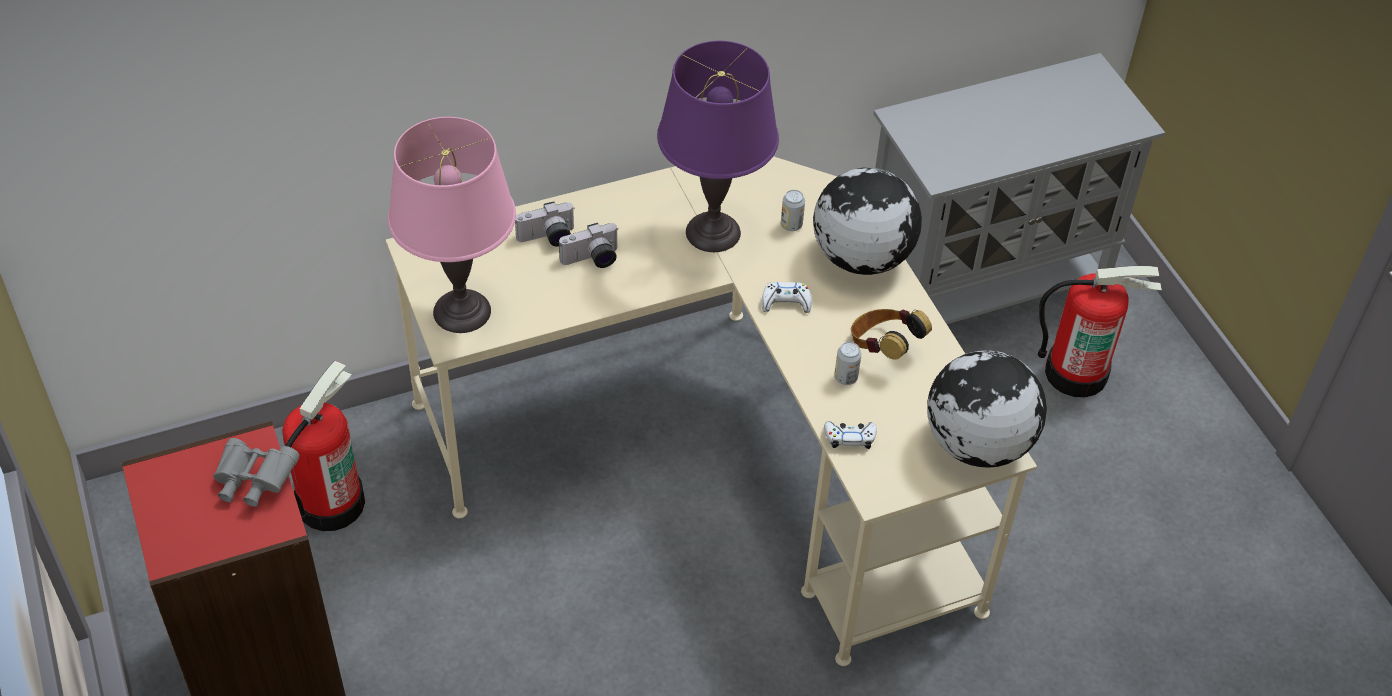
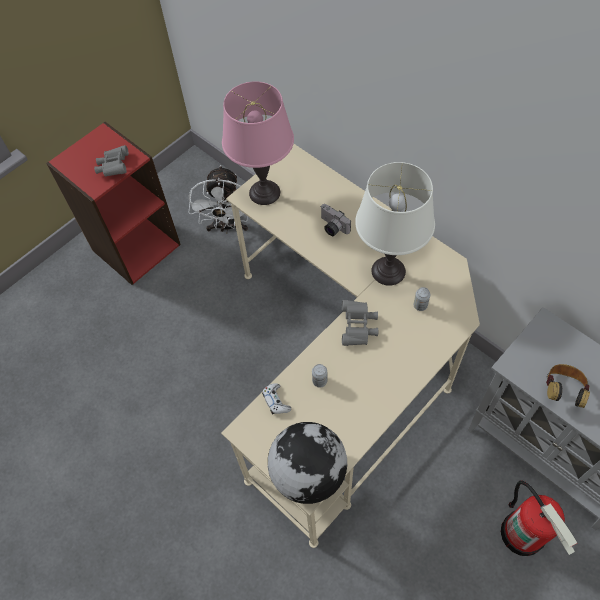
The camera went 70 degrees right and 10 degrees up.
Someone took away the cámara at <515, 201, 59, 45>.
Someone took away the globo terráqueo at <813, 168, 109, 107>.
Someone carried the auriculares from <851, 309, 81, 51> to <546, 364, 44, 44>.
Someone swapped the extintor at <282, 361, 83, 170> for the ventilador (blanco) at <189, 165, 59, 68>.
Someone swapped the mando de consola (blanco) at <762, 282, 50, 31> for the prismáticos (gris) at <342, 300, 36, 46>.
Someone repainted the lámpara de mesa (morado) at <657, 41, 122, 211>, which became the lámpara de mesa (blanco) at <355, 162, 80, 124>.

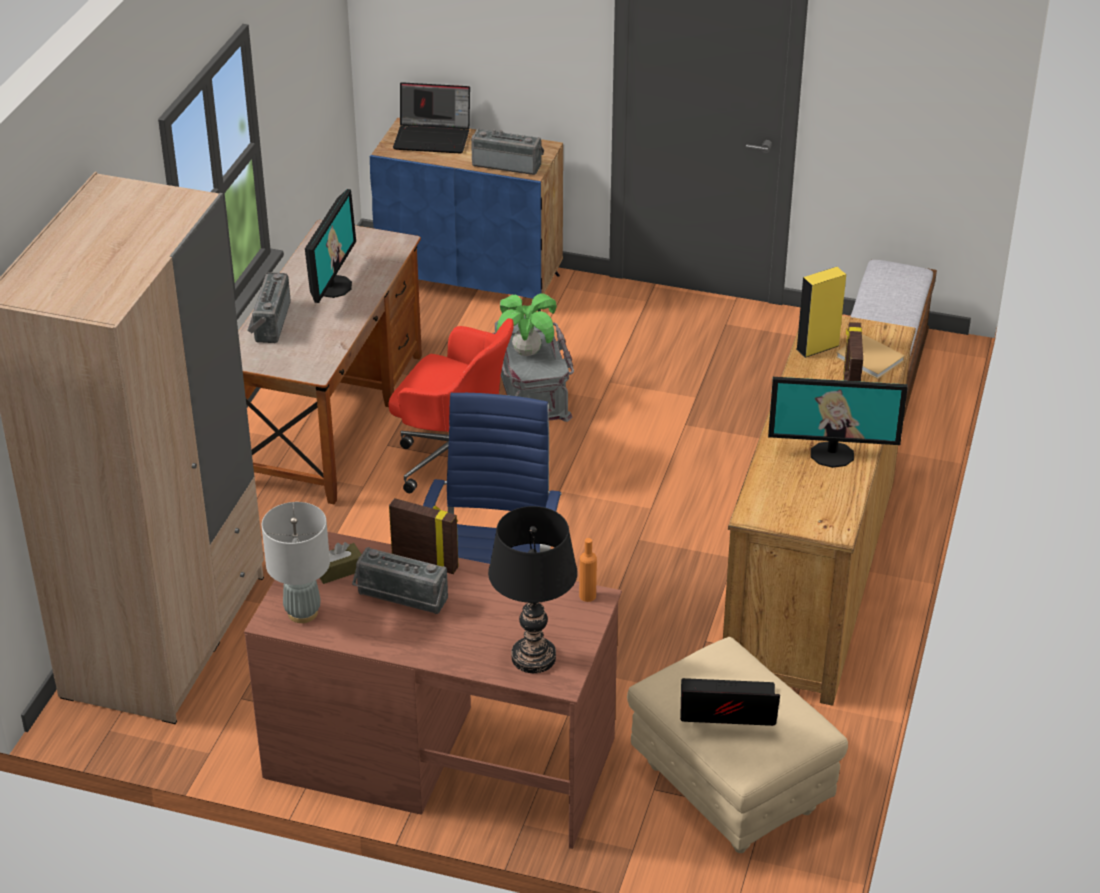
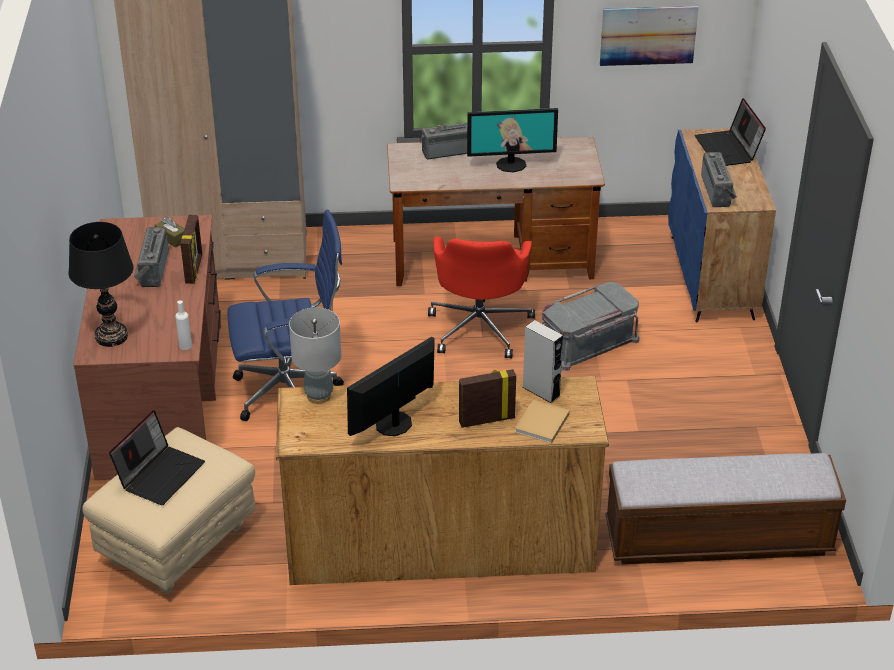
The camera went 70 degrees right and 0 degrees up.
Someone took away the planta en maceta at <497, 293, 60, 63>.
Someone put up the cuadro at <600, 6, 99, 60>.
Someone carried the lámpara de mesa (gris) from <262, 502, 68, 121> to <289, 308, 52, 96>.
Someone repainted the botella (naranja) at <579, 538, 18, 64>, which became the botella (blanco) at <175, 300, 17, 50>.
Someone repainted the altavoz (amarillo) at <796, 267, 50, 91>, which became the altavoz (gris) at <522, 320, 41, 83>.
Someone rotated the portátil at <680, 678, 100, 48> by 45 degrees clockwise.
Someone rotated the monitor at <768, 377, 140, 91> by 60 degrees clockwise.

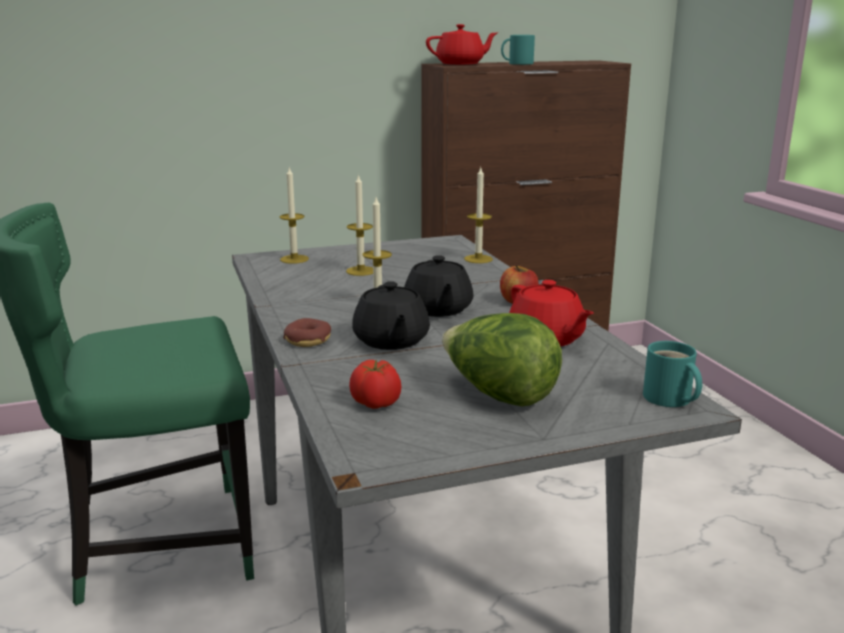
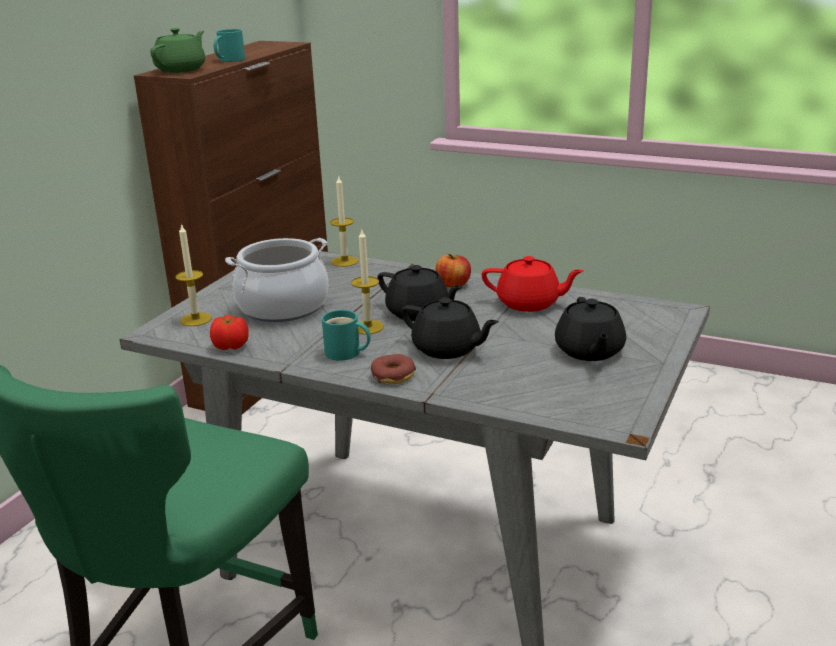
The camera went 45 degrees left and 5 degrees up.
Someone carried the tomate from <349, 360, 53, 49> to <210, 315, 39, 35>.
Someone carried the taza grande (turquesa) from <643, 341, 59, 66> to <322, 310, 49, 51>.
Someone swapped the vela at <346, 174, 27, 102> for the olla at <225, 238, 103, 84>.
Someone swapped the lechuga at <442, 313, 120, 94> for the tetera (negro) at <555, 297, 71, 64>.
Someone repainted the tetera (rojo) at <426, 24, 71, 41>, which became the tetera (verde) at <150, 28, 55, 45>.

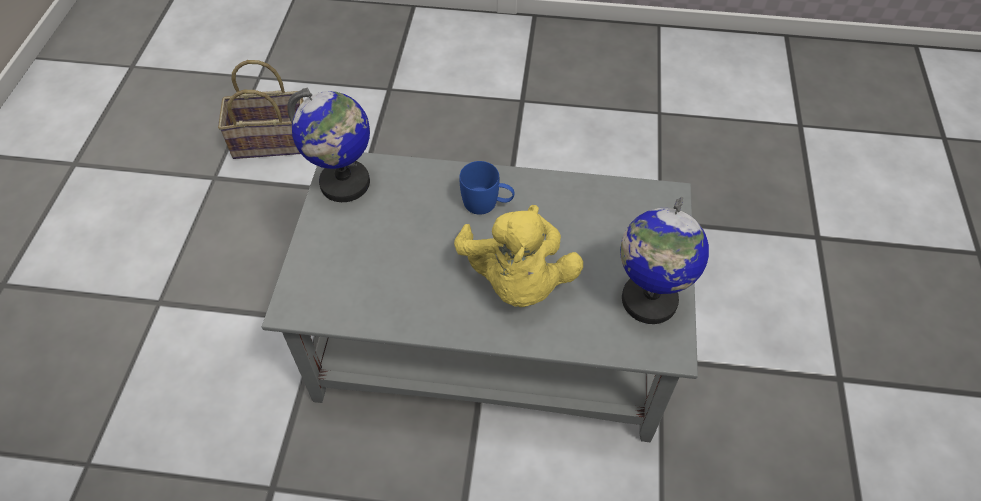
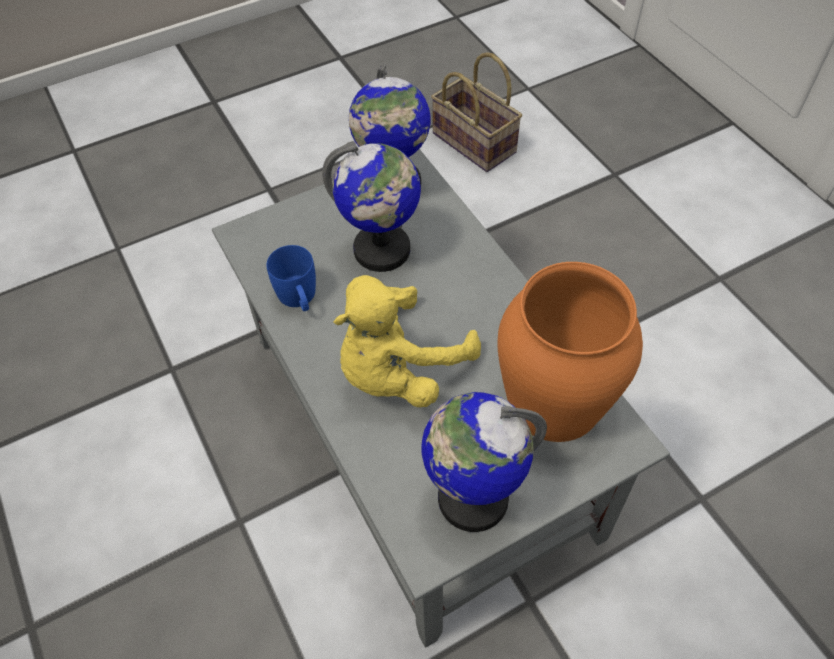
The camera went 55 degrees right and 0 degrees up.
Someone put down the globo terráqueo at <322, 141, 99, 131>.
Someone put down the florero (naranja) at <497, 262, 146, 180>.
Someone carried the taza grande (azul) from <459, 161, 55, 54> to <267, 245, 49, 66>.

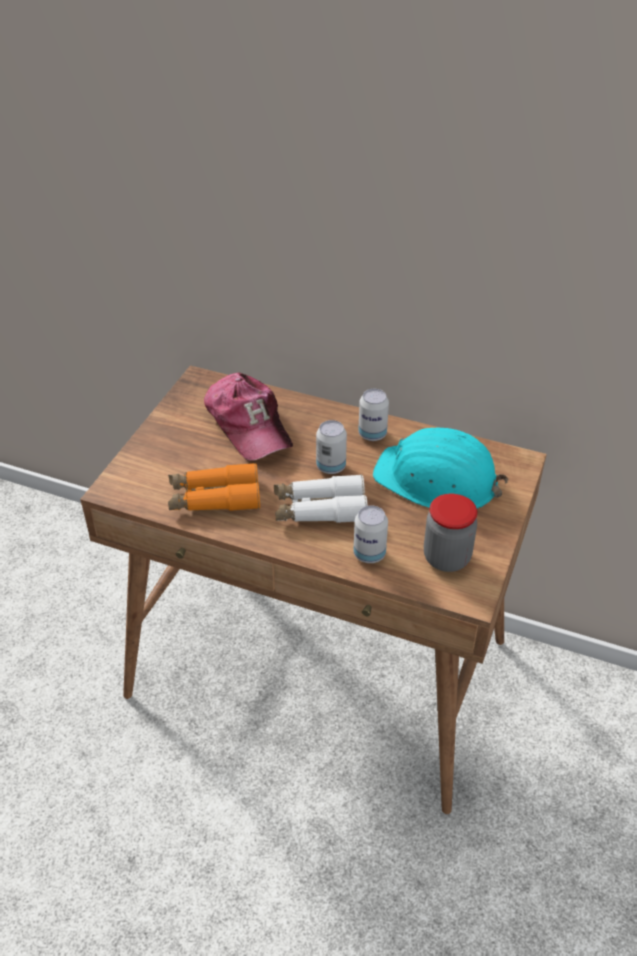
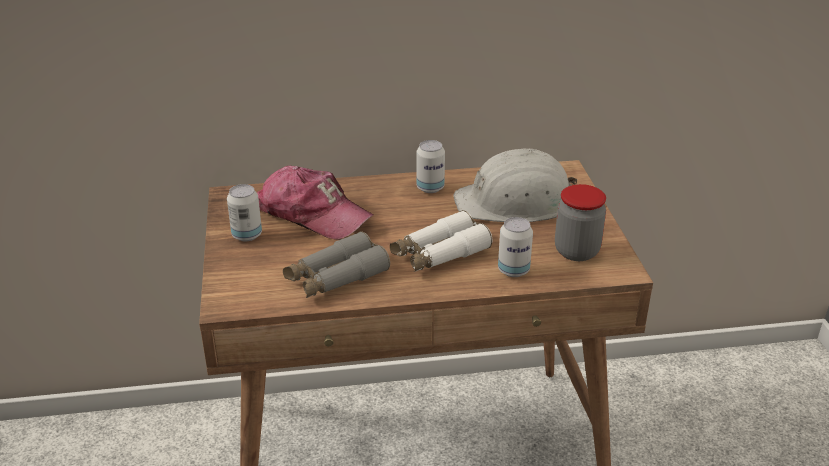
The camera went 30 degrees left and 10 degrees down.
Someone carried the lata from <316, 420, 31, 54> to <227, 184, 35, 58>.
Someone repainted the prismáticos (naranja) at <168, 463, 92, 48>, which became the prismáticos (gris) at <283, 231, 107, 67>.
Someone repainted the casco (turquesa) at <373, 428, 136, 81>, which became the casco (blanco) at <453, 149, 125, 73>.

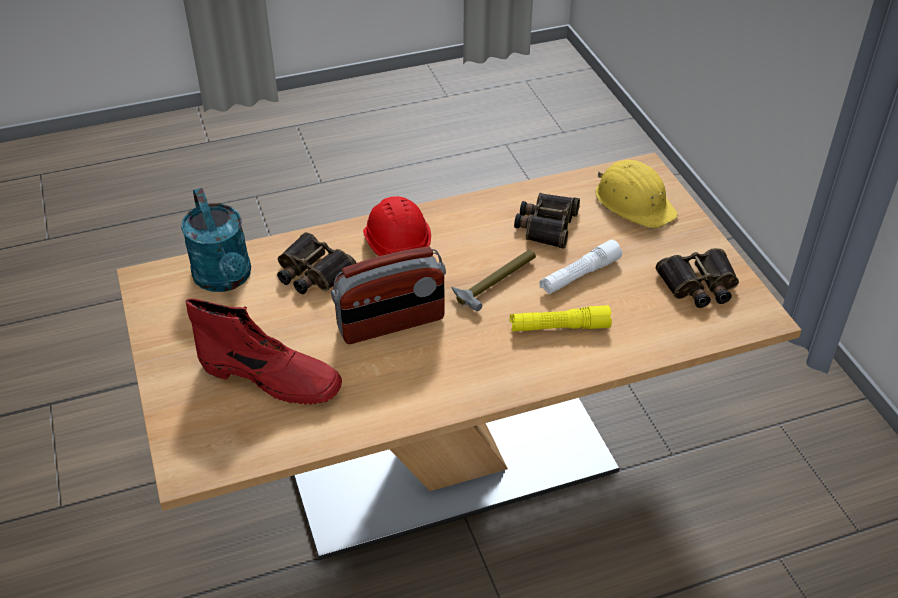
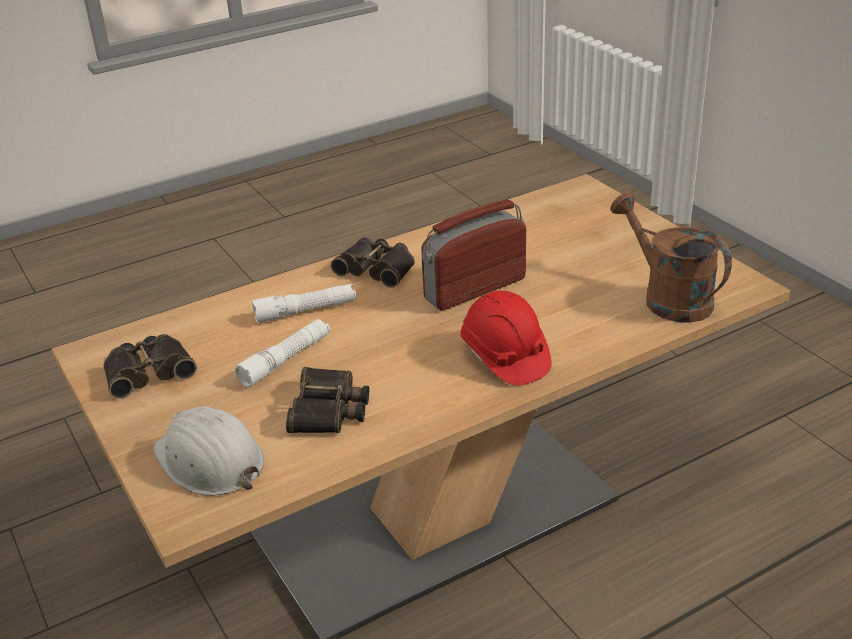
The camera went 170 degrees right and 10 degrees down.
Someone took away the bota (rojo) at <185, 298, 157, 107>.
Someone took away the martillo at <451, 250, 85, 61>.
Someone carried the prismáticos from <277, 232, 80, 62> to <331, 237, 84, 51>.
Someone repainted the regadera (turquesa) at <181, 188, 70, 104>, which became the regadera (marrón) at <610, 192, 122, 131>.
Someone repainted the linterna (amarillo) at <510, 305, 102, 26>, which became the linterna (blanco) at <252, 284, 105, 39>.
Someone repainted the casco (amarillo) at <595, 160, 83, 69>, which became the casco (blanco) at <152, 406, 112, 90>.

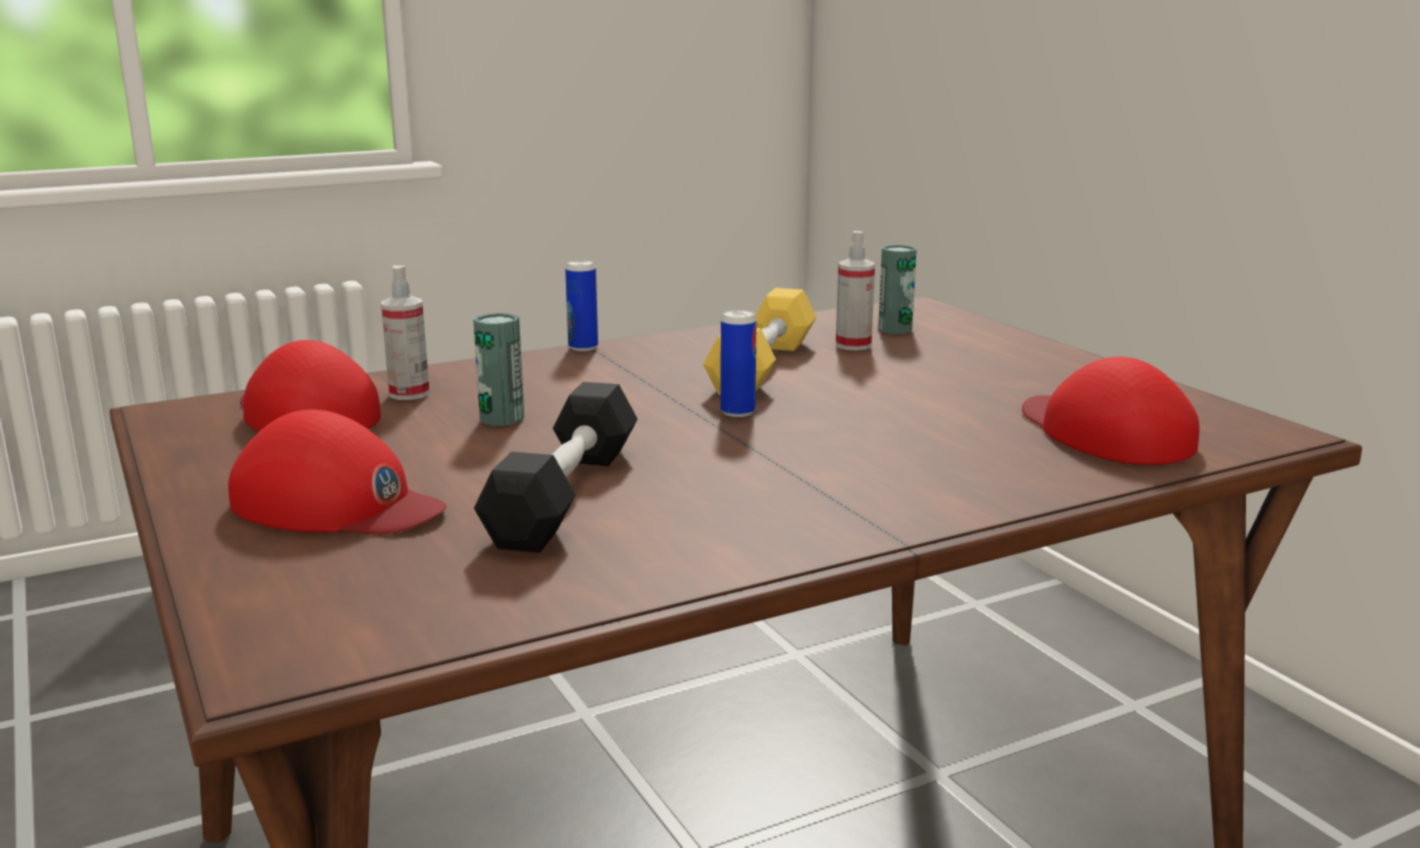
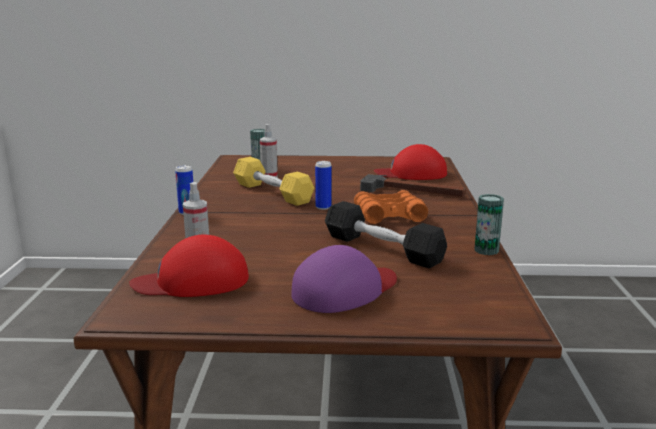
The camera went 60 degrees left and 0 degrees up.
Someone put down the prismáticos (naranja) at <354, 190, 74, 34>.
Someone put down the martillo at <360, 174, 106, 23>.
Someone carried the lata from <473, 313, 51, 113> to <474, 194, 30, 61>.
Someone repainted the gorra (rojo) at <228, 409, 219, 125>, which became the gorra (morado) at <291, 245, 106, 68>.

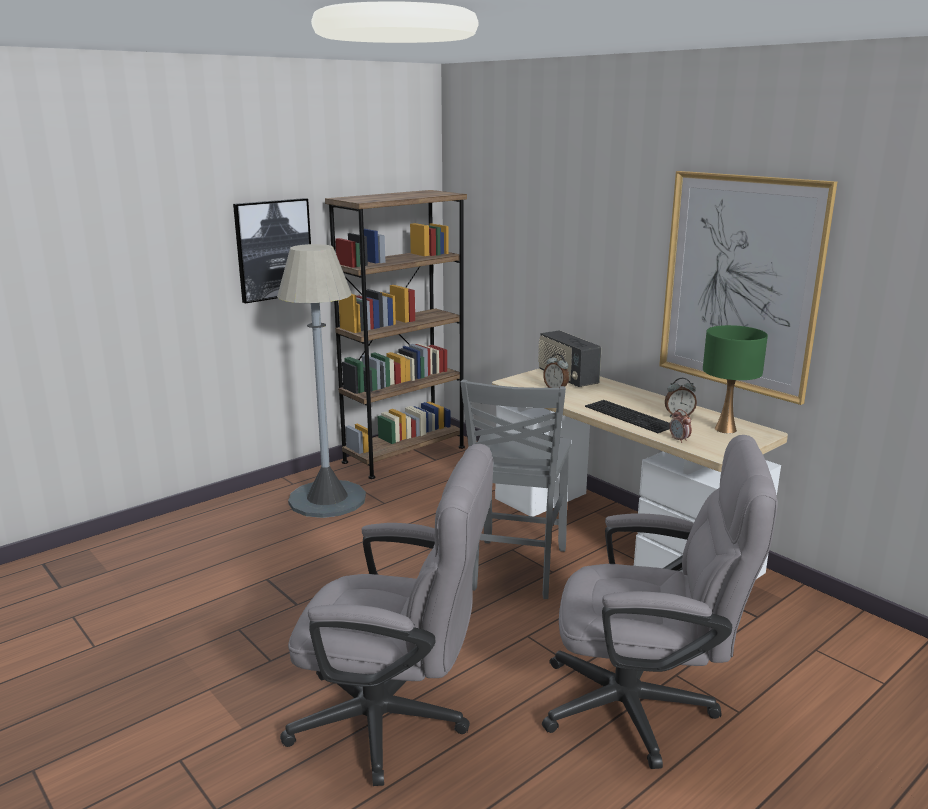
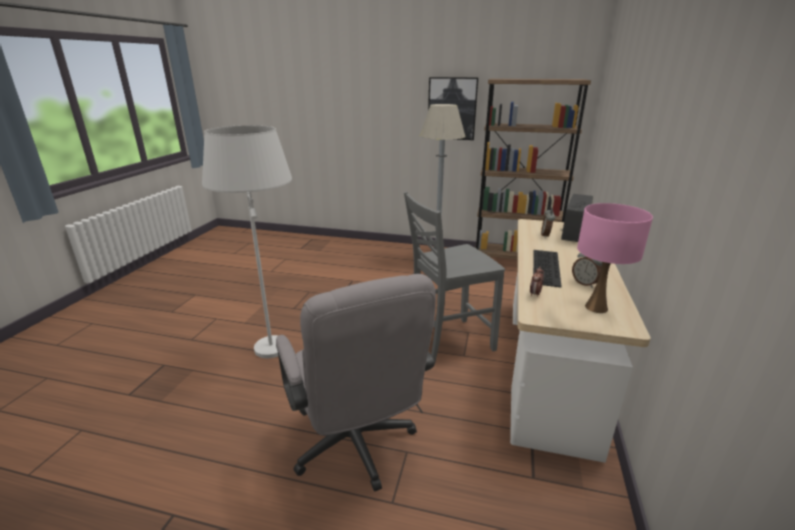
The camera went 55 degrees right and 5 degrees up.
Someone took away the cuadro at <659, 171, 178, 234>.
Someone swapped the silla de oficina (gris) at <280, 444, 213, 342> for the lámpara de pie (blanco) at <202, 125, 90, 233>.
Someone repainted the lámpara de mesa (verde) at <703, 325, 65, 108>, which became the lámpara de mesa (rosa) at <577, 203, 76, 110>.

